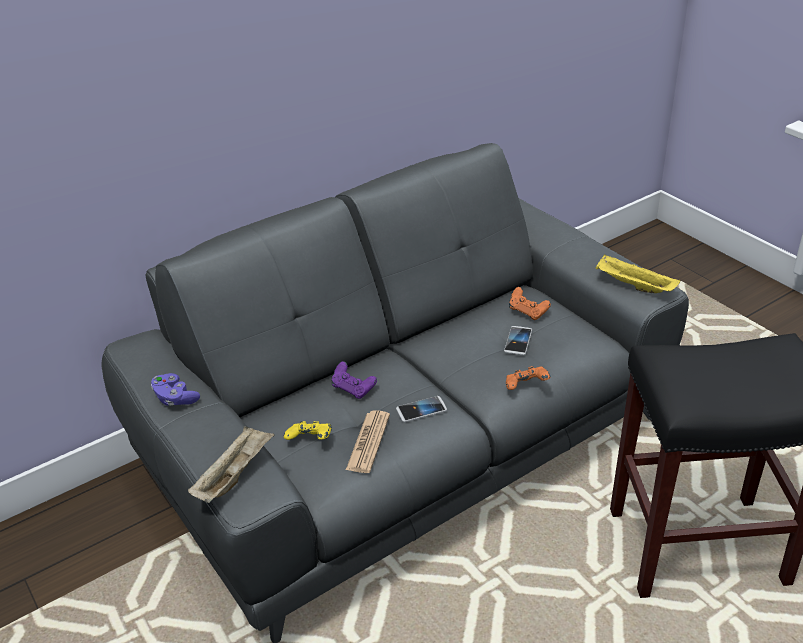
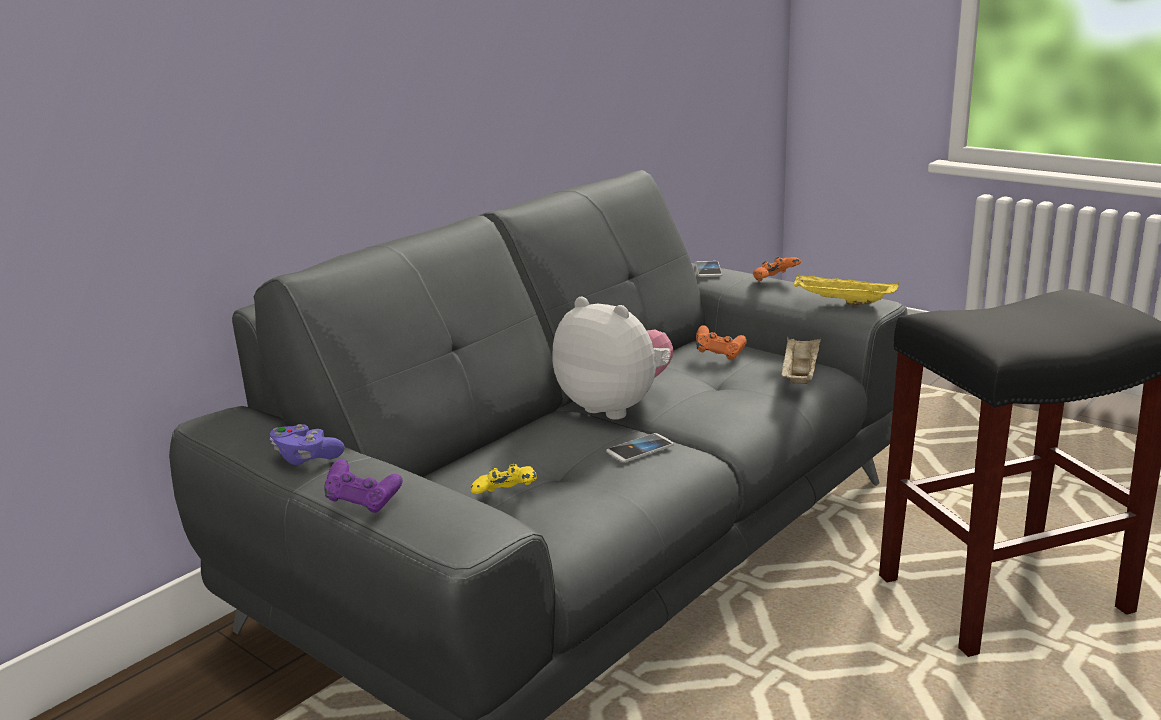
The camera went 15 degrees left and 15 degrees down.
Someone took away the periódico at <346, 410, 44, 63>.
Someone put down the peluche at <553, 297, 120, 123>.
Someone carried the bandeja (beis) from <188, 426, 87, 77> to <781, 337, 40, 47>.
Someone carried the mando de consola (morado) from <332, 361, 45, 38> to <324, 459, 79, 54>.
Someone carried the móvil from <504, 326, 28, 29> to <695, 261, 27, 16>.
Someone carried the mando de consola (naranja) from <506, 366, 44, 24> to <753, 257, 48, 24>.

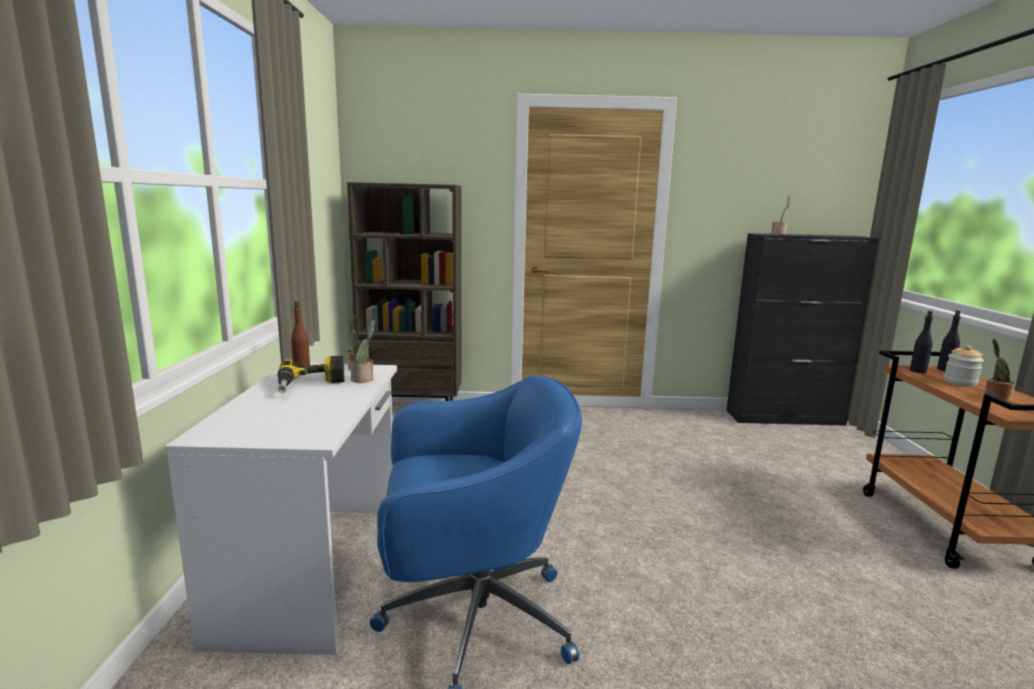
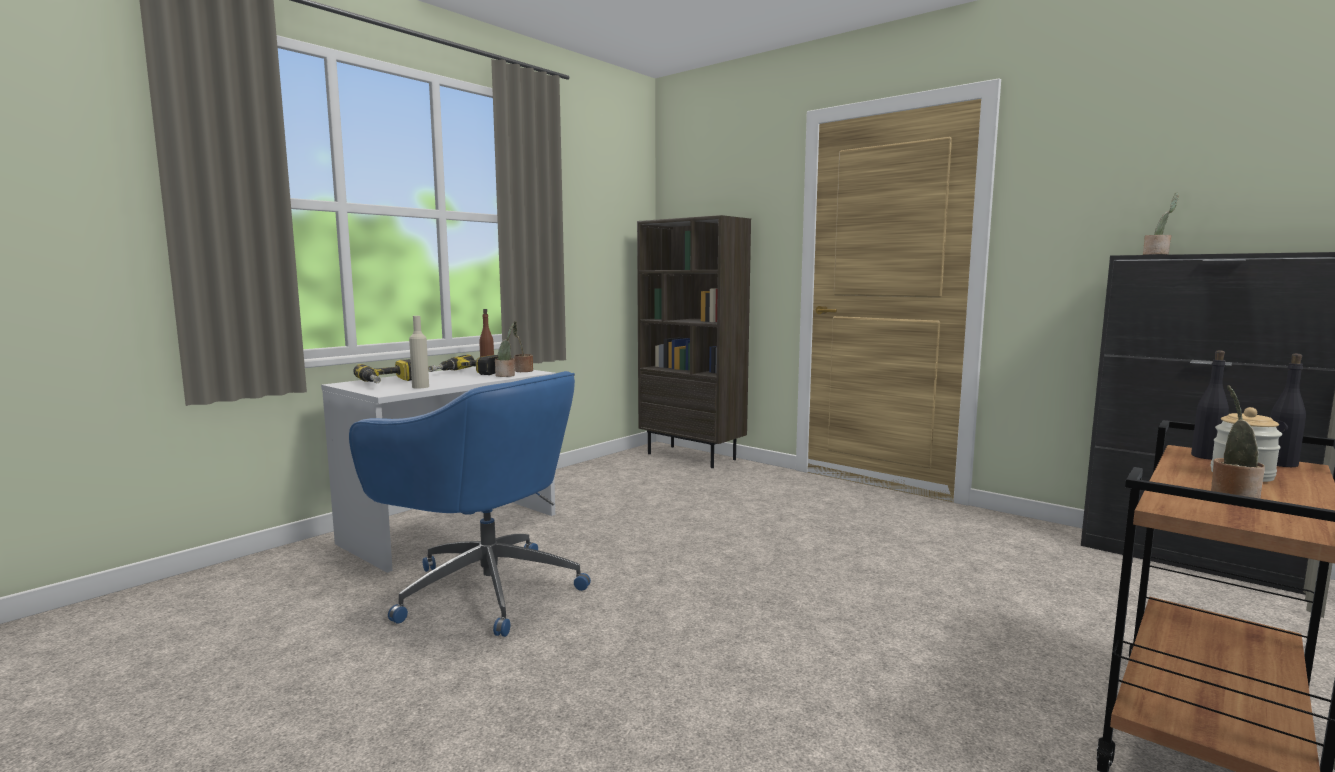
The camera went 40 degrees right and 5 degrees down.
Someone put down the taladro at <353, 359, 59, 24>.
Someone put down the botella (beis) at <409, 316, 20, 72>.

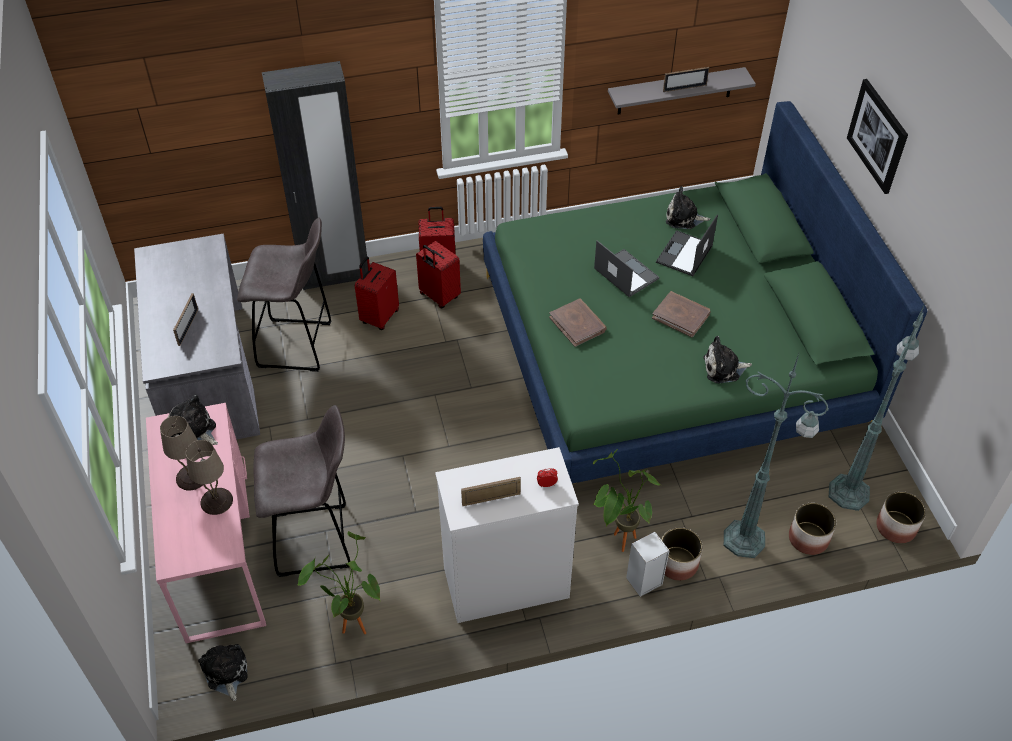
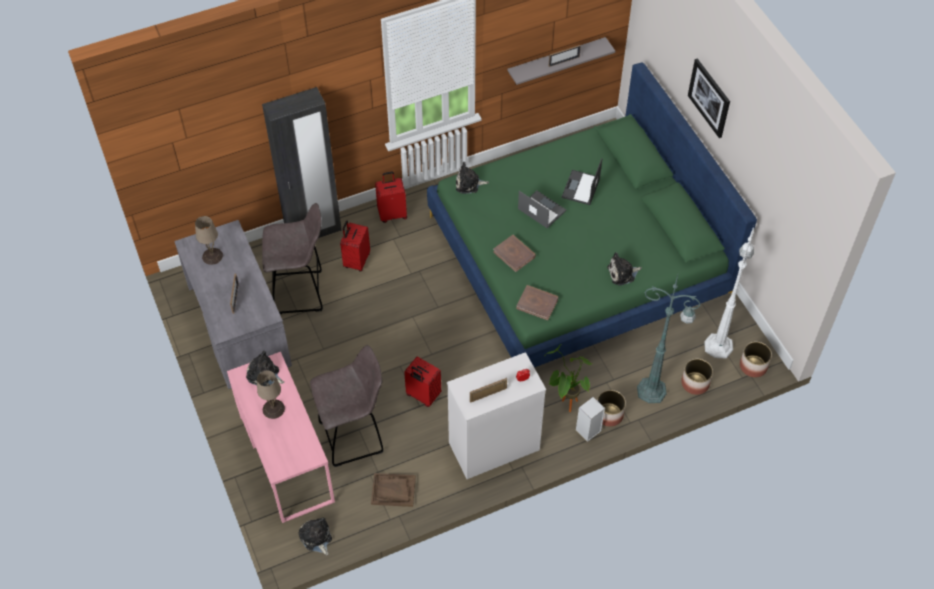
The camera went 10 degrees left and 5 degrees up.
Someone carried the lámpara de mesa (beis) from <186, 440, 47, 75> to <195, 216, 28, 49>.
Someone carried the maleta (rojo) from <416, 241, 45, 67> to <404, 357, 37, 50>.
Someone carried the libro (marrón) from <652, 291, 58, 46> to <516, 285, 42, 35>.
Someone carried the peluche from <666, 186, 44, 43> to <456, 162, 33, 32>.
Someone swapped the planta en maceta at <298, 531, 82, 103> for the bandeja (marrón) at <371, 473, 45, 34>.
Someone repainted the lámpara de pie (verde) at <829, 301, 97, 210>, which became the lámpara de pie (blanco) at <704, 226, 50, 132>.

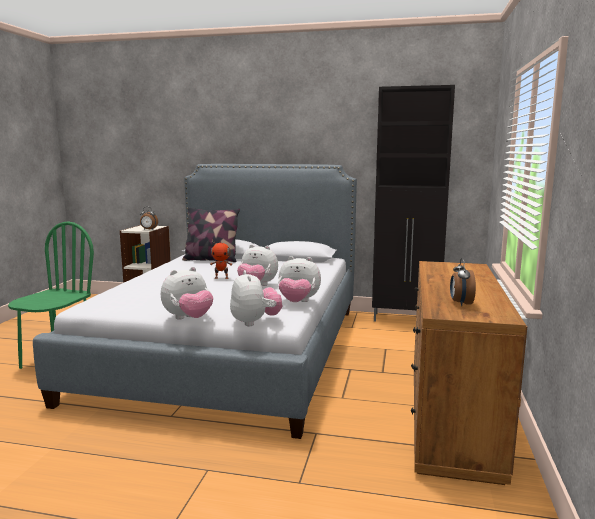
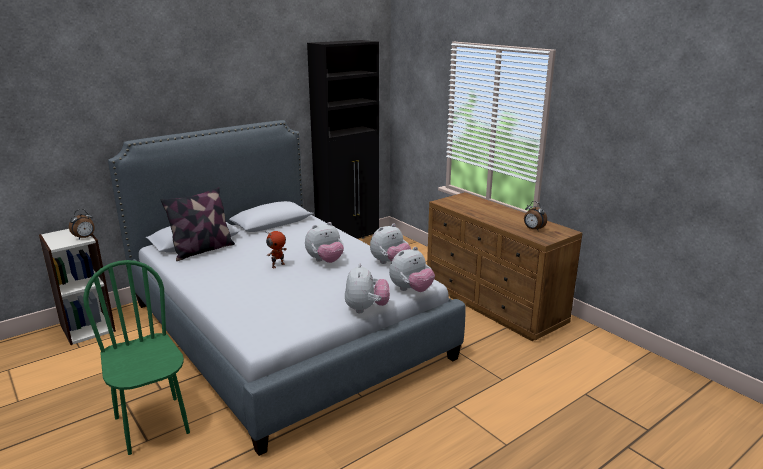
The camera went 50 degrees left and 10 degrees up.
Someone rotated the peluche at <230, 270, 52, 56> by 120 degrees clockwise.

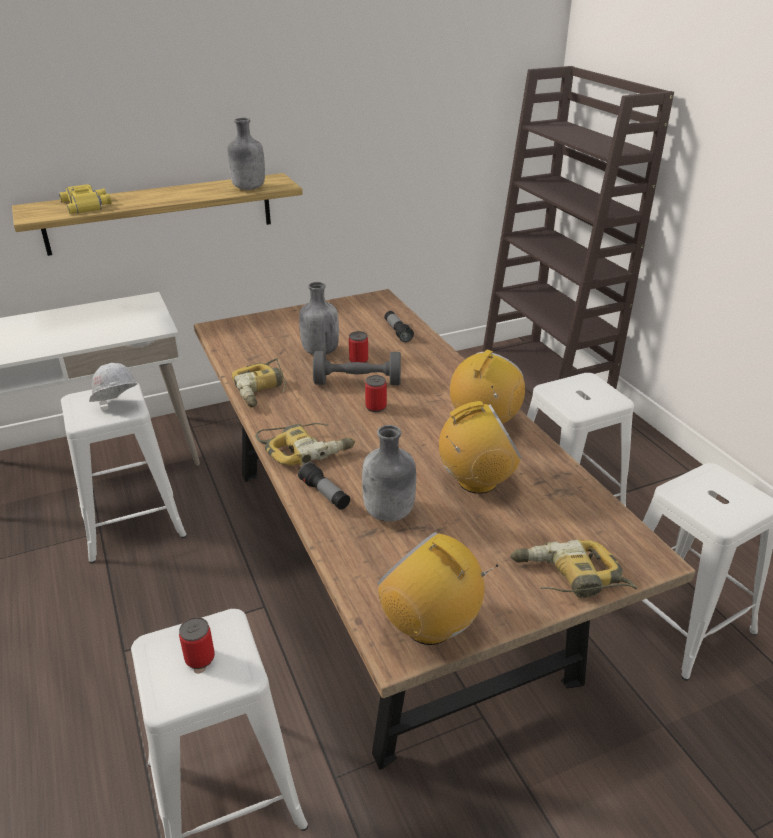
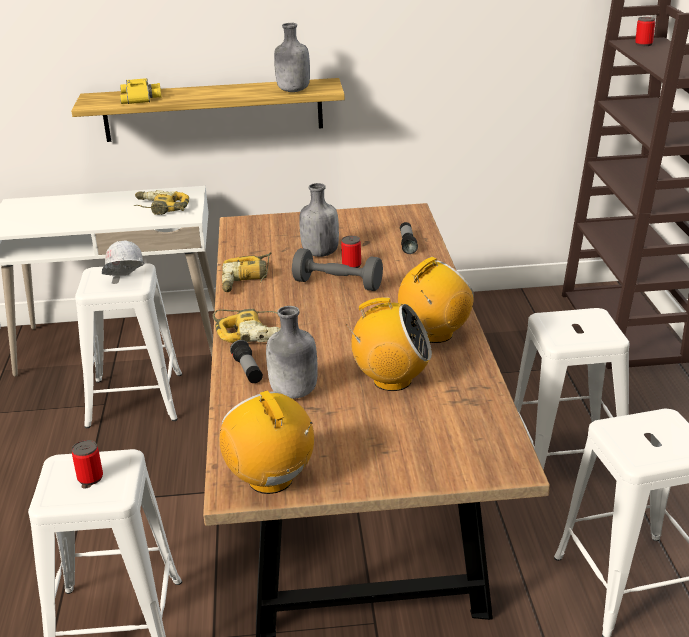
The camera went 20 degrees right and 5 degrees down.
Someone carried the lata from <365, 375, 22, 37> to <635, 17, 20, 29>.
Someone carried the taladro from <510, 539, 127, 59> to <134, 190, 55, 25>.

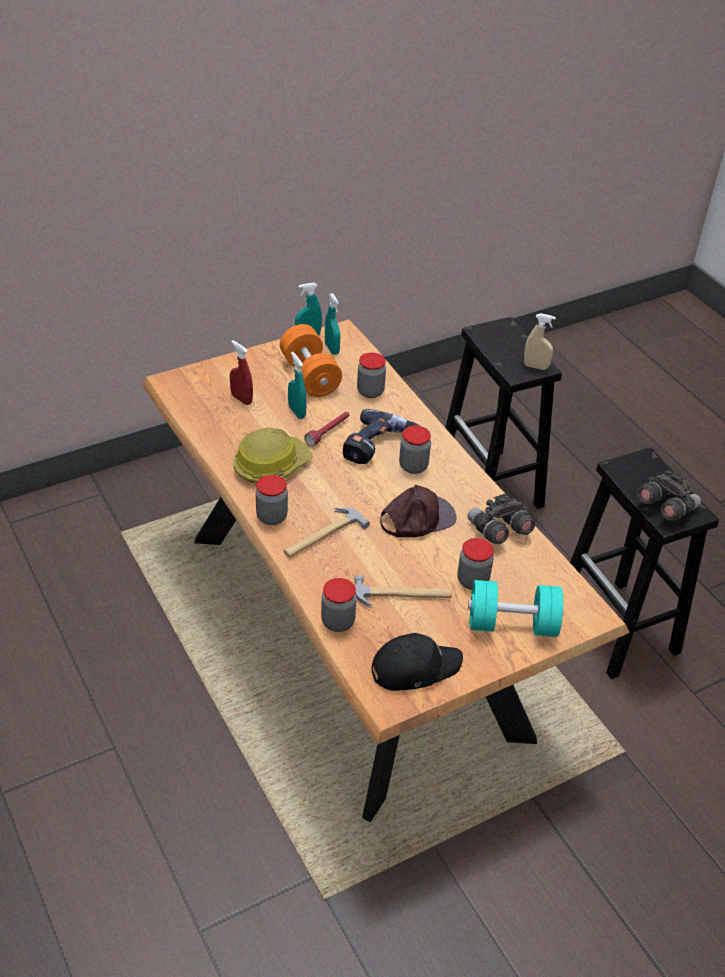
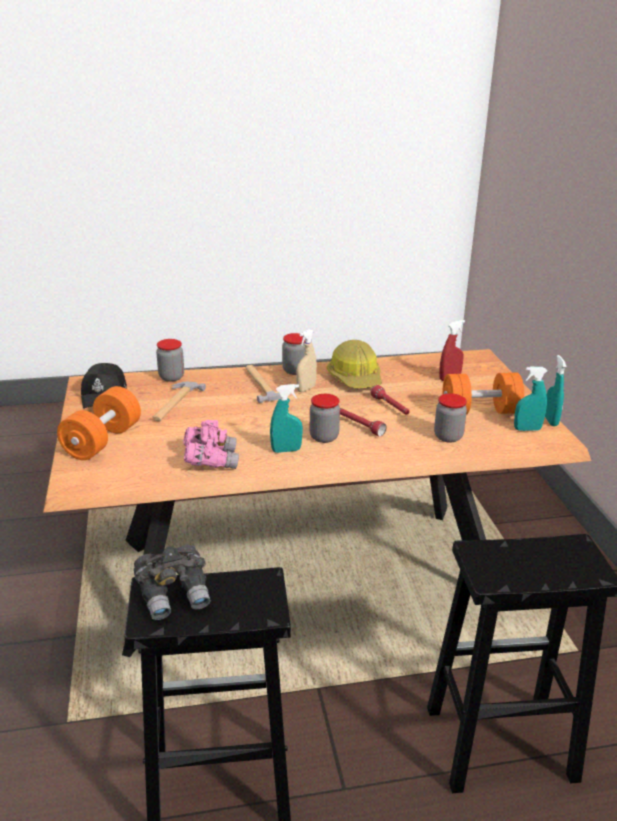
The camera went 110 degrees right and 15 degrees down.
Someone took away the gorra (marrón) at <380, 485, 77, 52>.
Someone took away the tarro at <457, 538, 37, 52>.
Someone carried the pulverizador (turquesa) from <288, 352, 19, 67> to <270, 384, 33, 69>.
Someone carried the pulverizador (beis) from <524, 313, 32, 57> to <296, 329, 21, 63>.
Someone swapped the taladro at <343, 409, 77, 55> for the linterna (rojo) at <340, 408, 47, 29>.
Someone repainted the prismáticos (gris) at <468, 493, 67, 51>, which became the prismáticos (rosa) at <183, 420, 56, 49>.
Someone repainted the mancuerna (turquesa) at <468, 580, 95, 57>, which became the mancuerna (naranja) at <57, 386, 84, 74>.

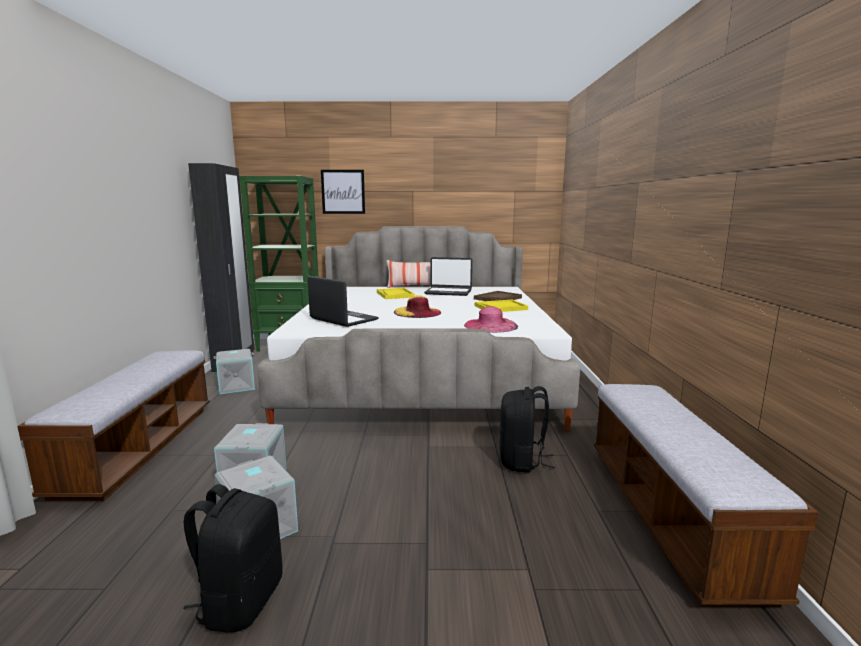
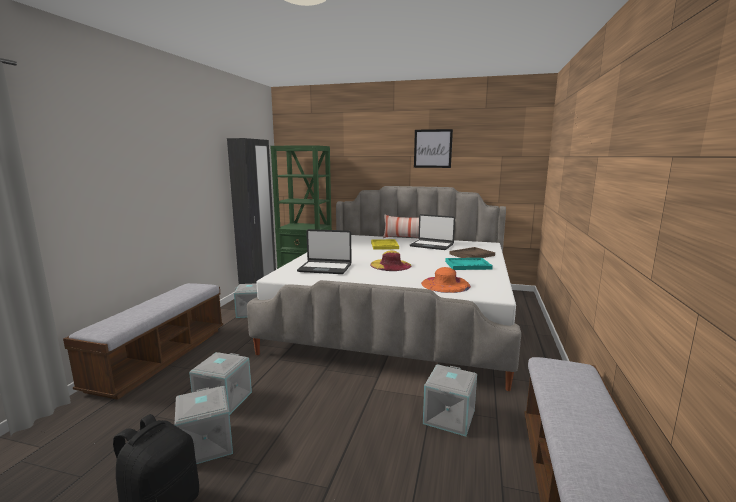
The camera went 15 degrees right and 0 degrees up.
Someone carried the cuadro from <321, 170, 44, 44> to <414, 129, 39, 39>.
Someone swapped the mochila (negro) at <500, 386, 55, 87> for the caja de almacenaje (gris) at <423, 364, 54, 72>.
Someone repainted the sombrero (rosa) at <464, 306, 54, 27>, which became the sombrero (naranja) at <421, 267, 50, 26>.
Someone repainted the bandeja (amarillo) at <475, 300, 53, 12>, which became the bandeja (turquesa) at <445, 258, 48, 12>.
Someone rotated the portátil at <308, 276, 71, 51> by 135 degrees clockwise.

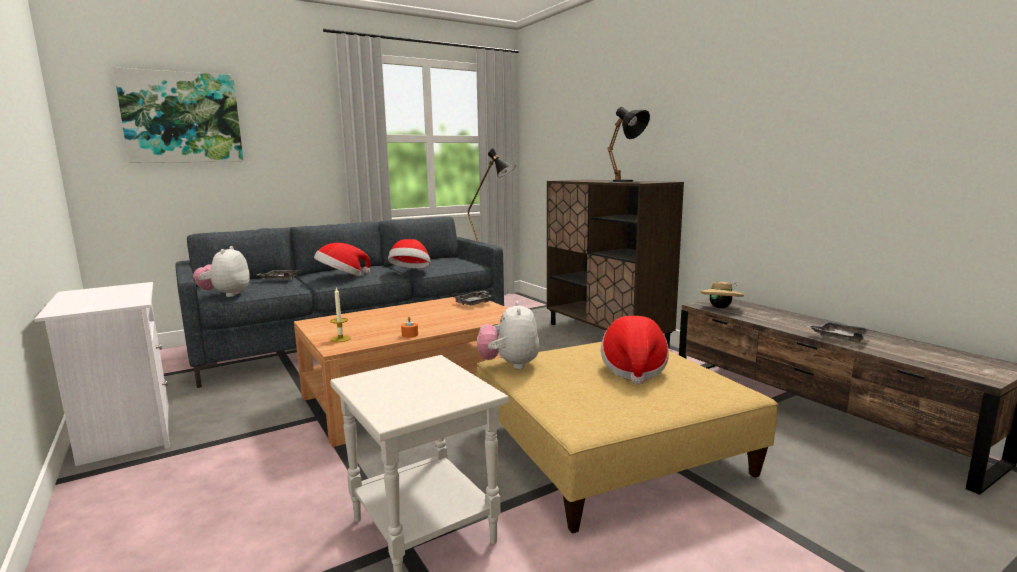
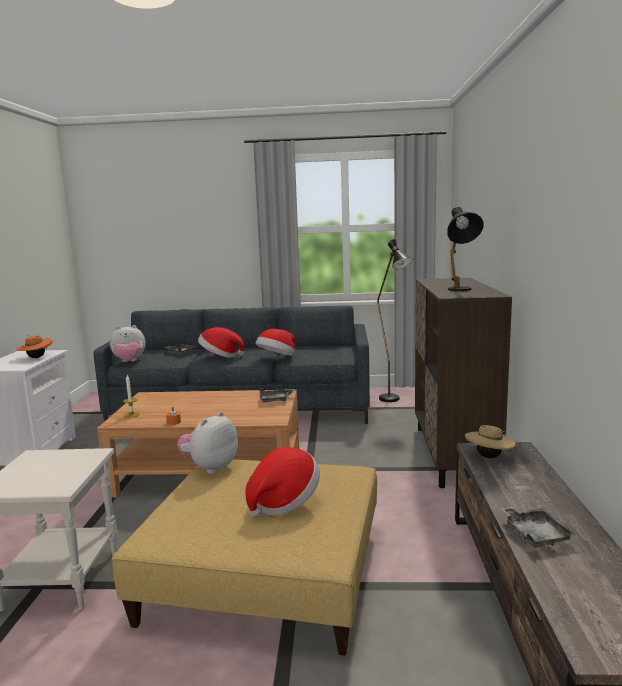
The camera went 35 degrees right and 0 degrees up.
Someone took away the cuadro at <113, 67, 131, 96>.
Someone put down the sombrero (naranja) at <17, 336, 36, 22>.
Someone rotated the peluche at <193, 246, 57, 51> by 135 degrees counterclockwise.

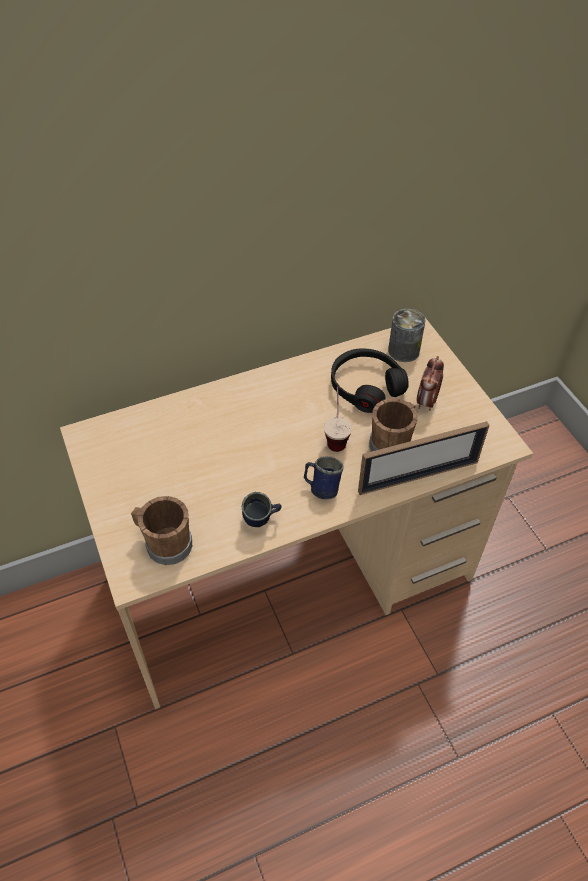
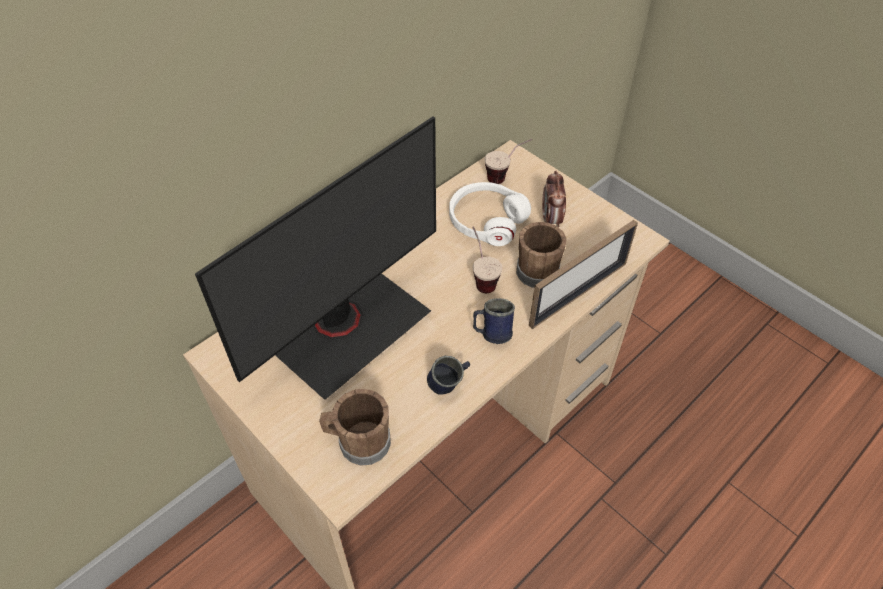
The camera went 20 degrees left and 0 degrees up.
Someone put down the monitor at <195, 117, 241, 283>.
Someone swapped the lata at <388, 309, 38, 53> for the taza at <484, 139, 48, 45>.
Someone repainted the auriculares (negro) at <331, 348, 78, 65>, which became the auriculares (blanco) at <449, 182, 82, 64>.

